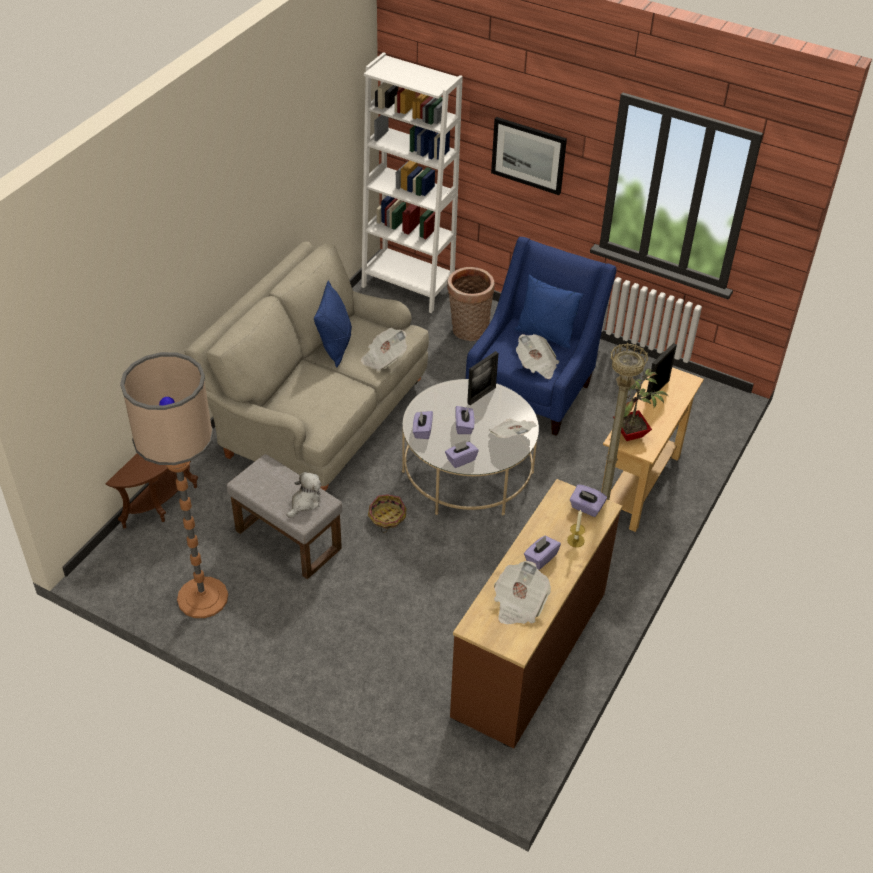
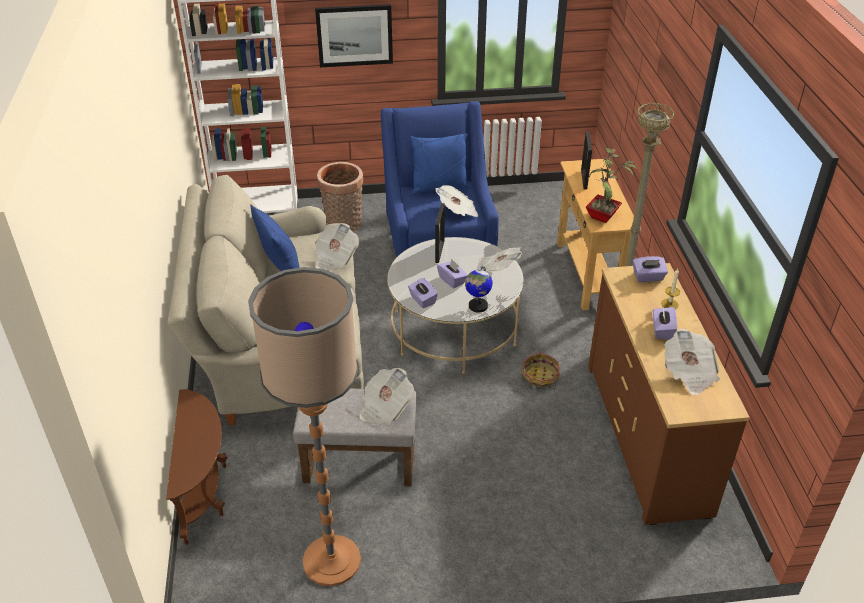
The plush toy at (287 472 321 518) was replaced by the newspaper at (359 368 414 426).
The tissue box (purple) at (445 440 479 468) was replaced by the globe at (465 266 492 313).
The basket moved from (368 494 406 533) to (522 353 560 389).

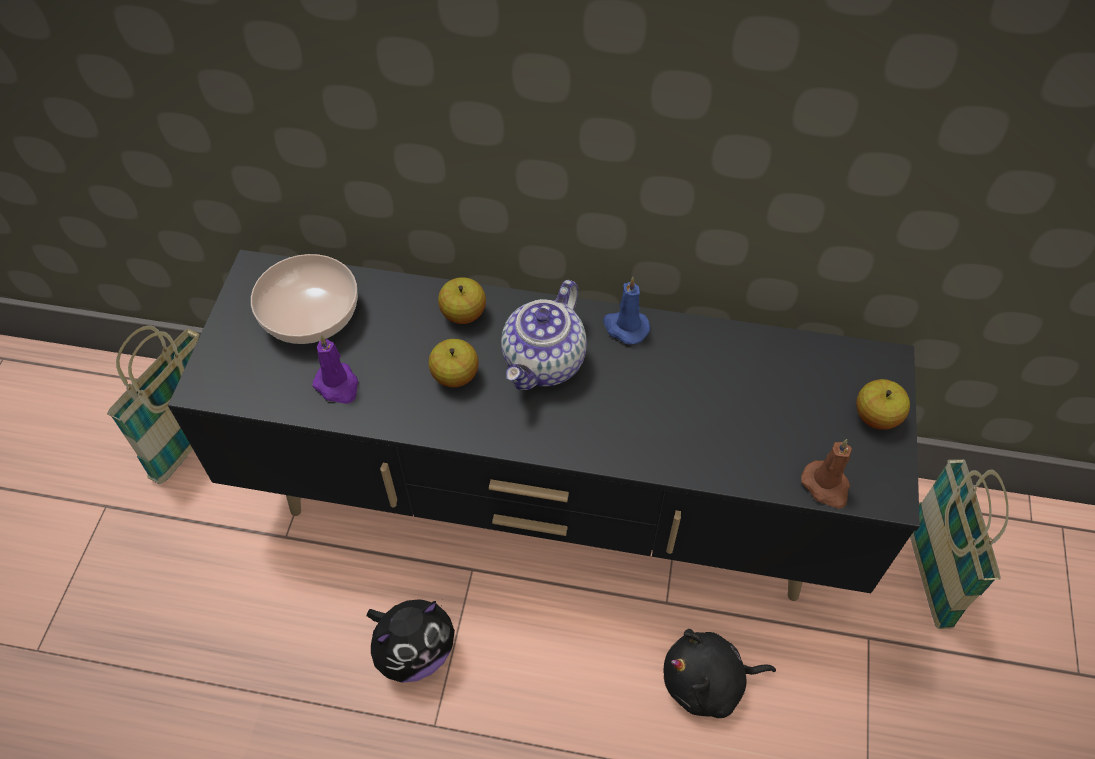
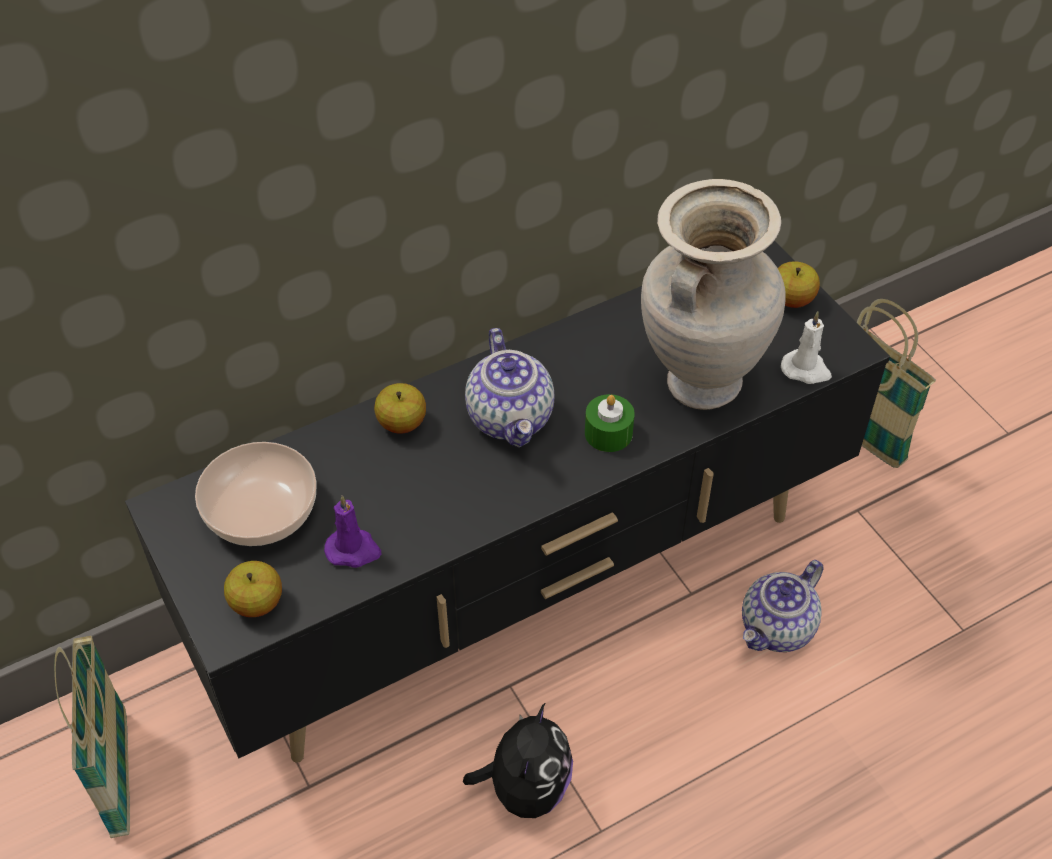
The apple moved from (429 339 478 387) to (224 561 282 617).
The candle (green) at (585 394 635 452) appeared.
The vase (beige) at (641 179 786 410) appeared.
The plush toy (black) at (664 629 776 718) was replaced by the teapot at (742 560 823 652).
The candle (brown) at (801 439 852 509) became the candle (white) at (781 312 832 384).
The candle (blue) at (603 277 650 344) disappeared.

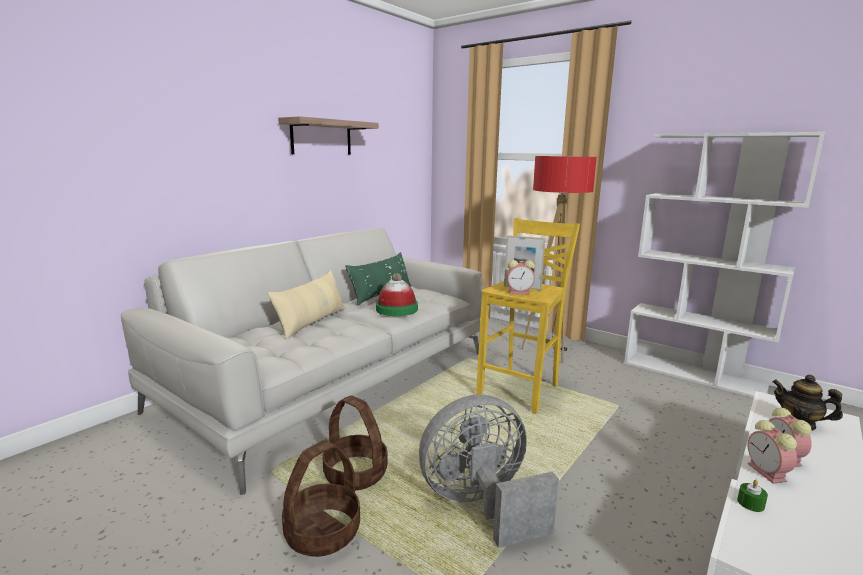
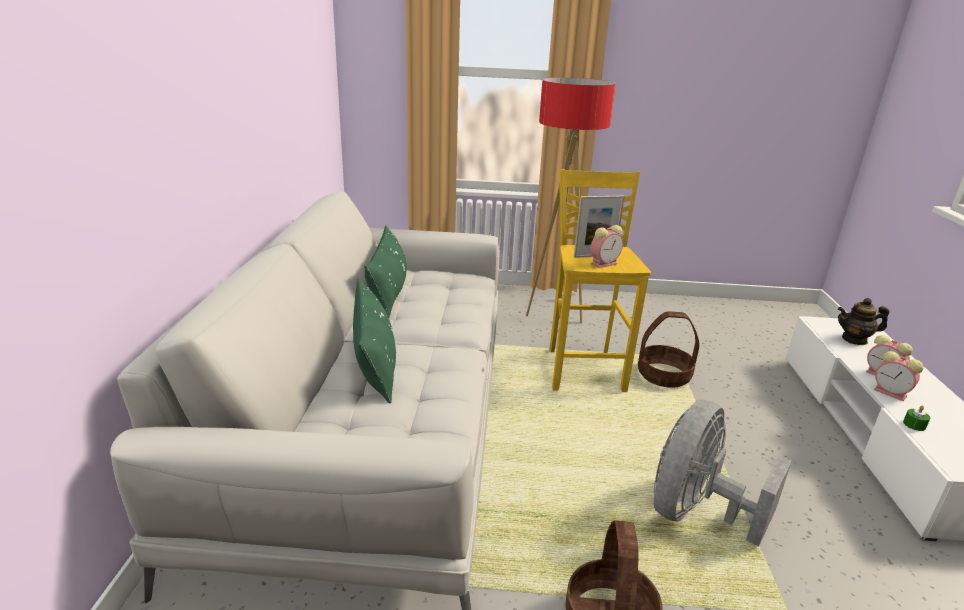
The pillow (beige) at (267 270 346 340) became the pillow (green) at (353 278 396 403).
The basket moved from (323 395 387 491) to (638 311 699 388).
The shelf at (278 116 379 155) disappeared.
The hat at (376 273 418 316) disappeared.
The bookcase (white) at (624 132 825 398) disappeared.

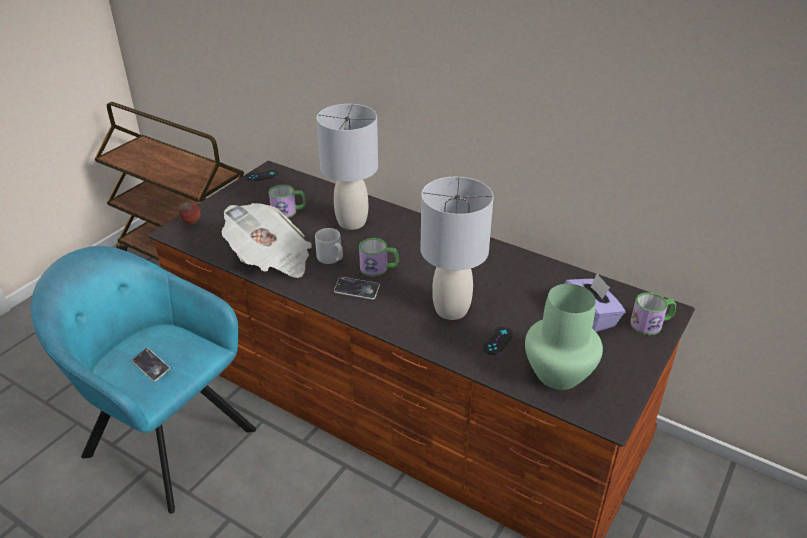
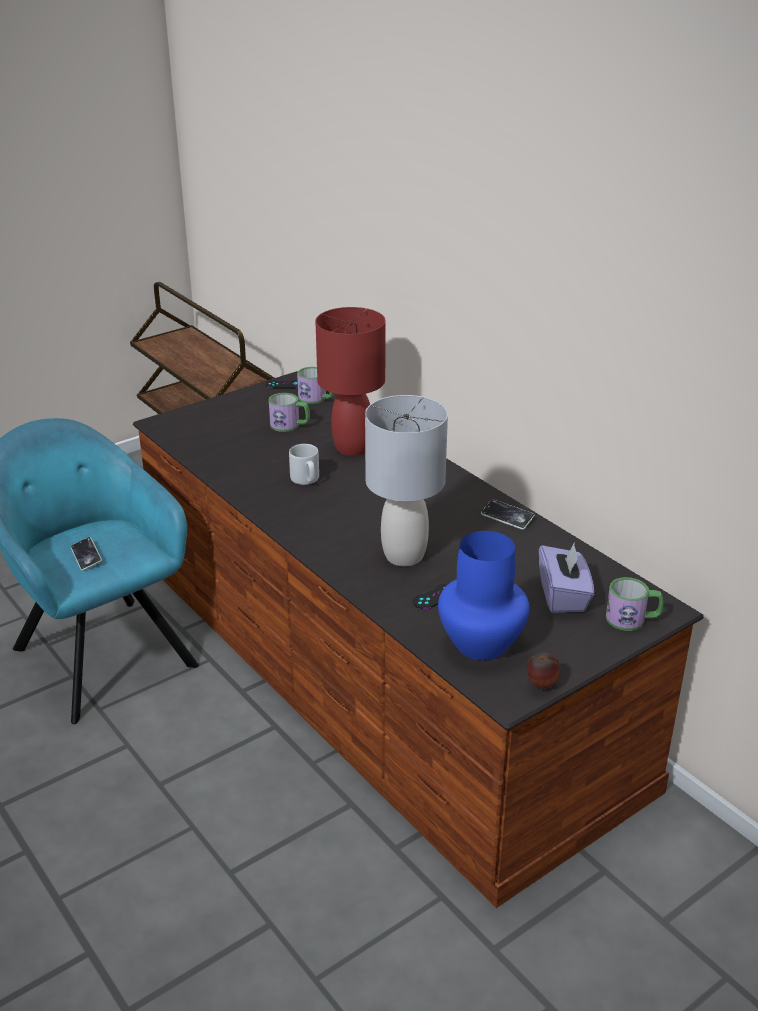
The mug moved from (359 238 399 276) to (297 367 334 404).
The table lamp (grey) at (316 104 378 230) became the table lamp (red) at (315 307 386 456).
The vase (green) at (525 284 603 390) became the vase (blue) at (438 531 530 660).
The phone moved from (334 277 380 300) to (481 499 535 530).
The apple moved from (179 201 201 224) to (527 652 561 689).
The newspaper at (221 203 312 278) disappeared.

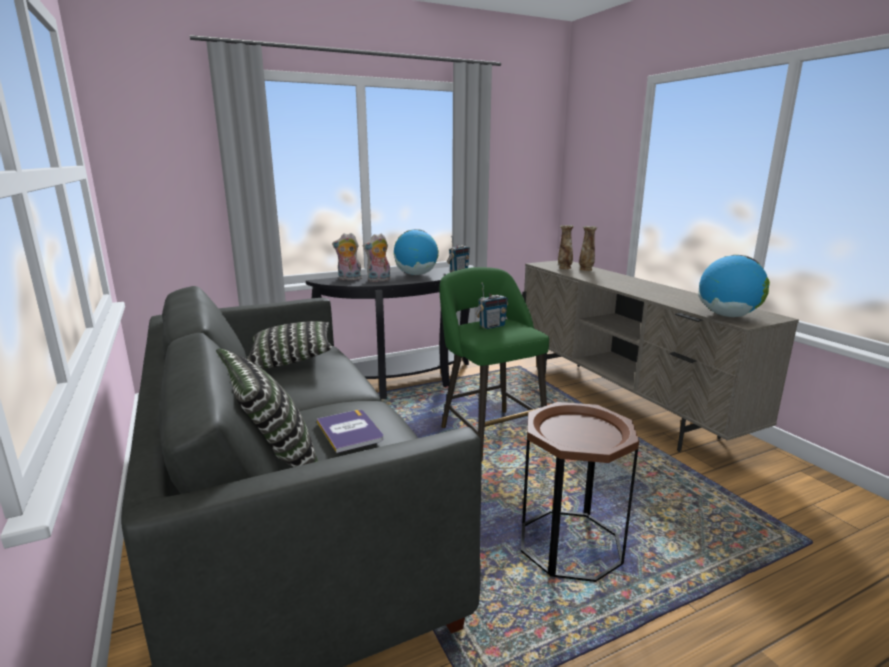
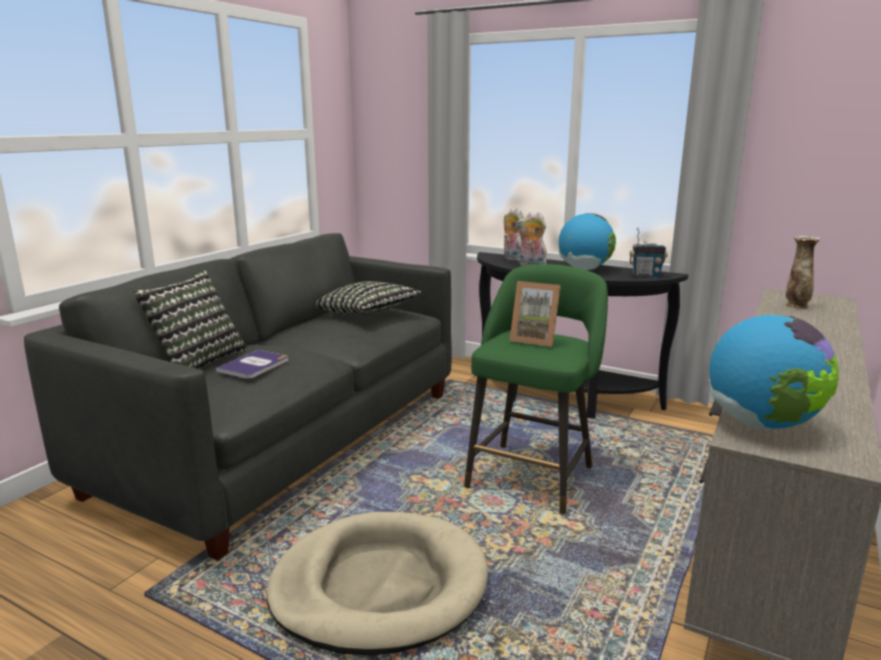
The side table (brown) at (521 402 639 582) was replaced by the dog bed (beige) at (267 512 488 655).
The radio at (476 282 508 329) was replaced by the picture frame at (509 281 561 347).
The vase at (579 226 597 271) disappeared.

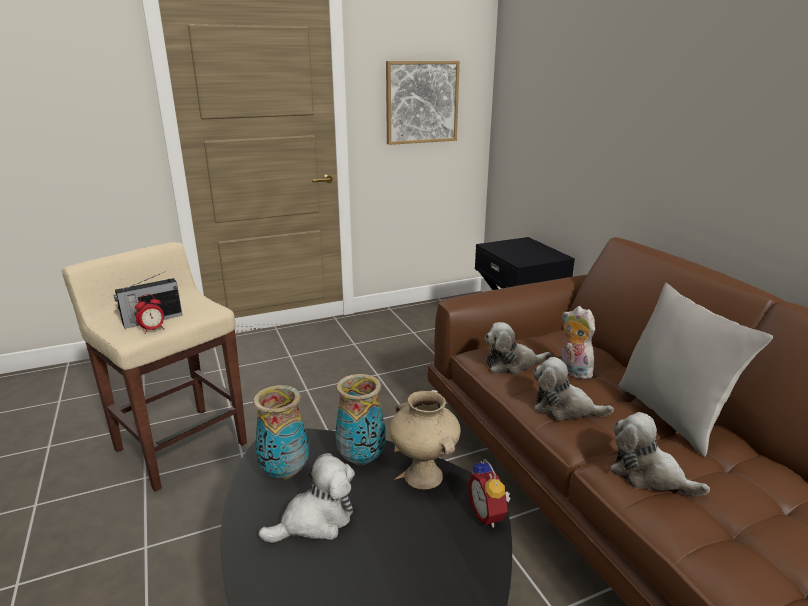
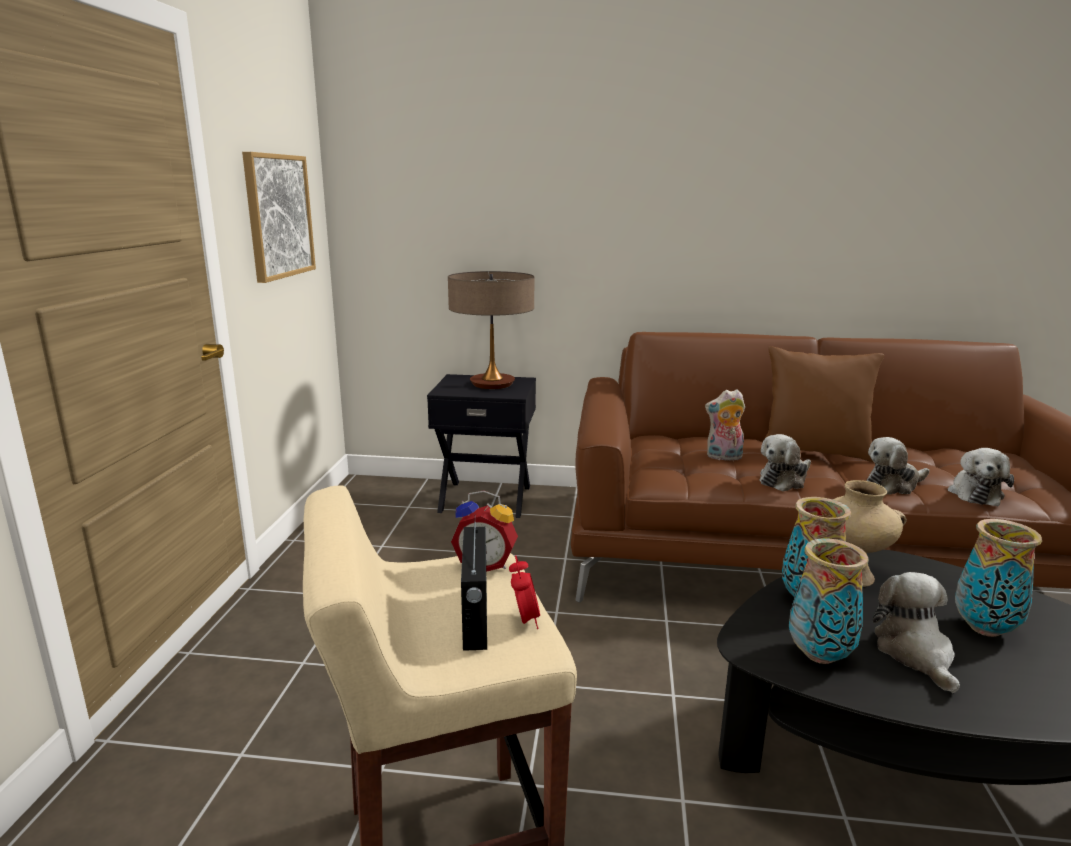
The table lamp at (448 271 534 389) appeared.
The alarm clock moved from (468 459 511 528) to (451 491 518 572).
The pillow (grey) at (618 283 773 457) became the pillow (brown) at (760 346 884 462).
The plush toy moved from (484 322 551 375) to (948 448 1014 506).
The vase at (955 519 1042 637) appeared.

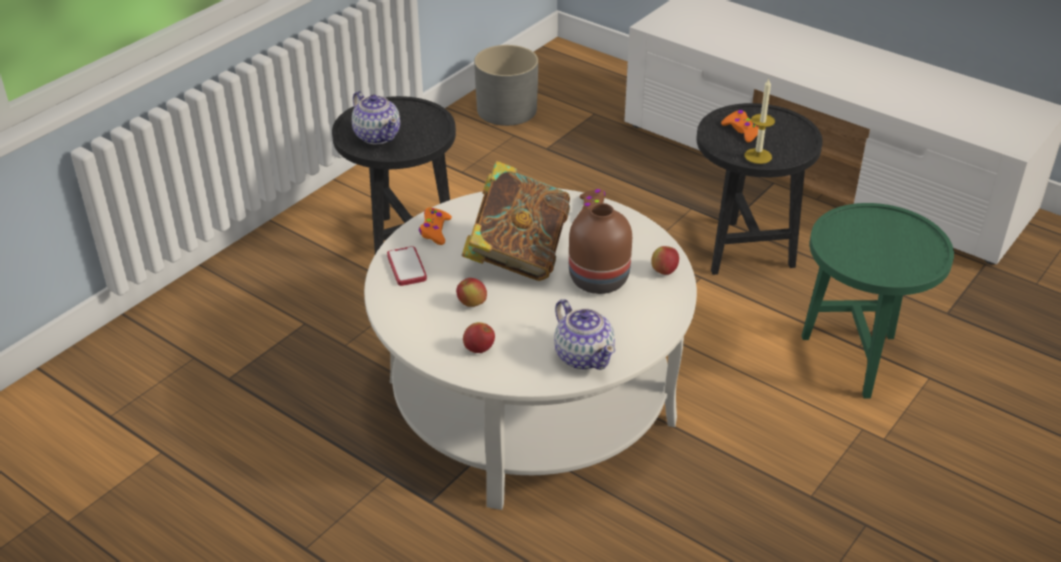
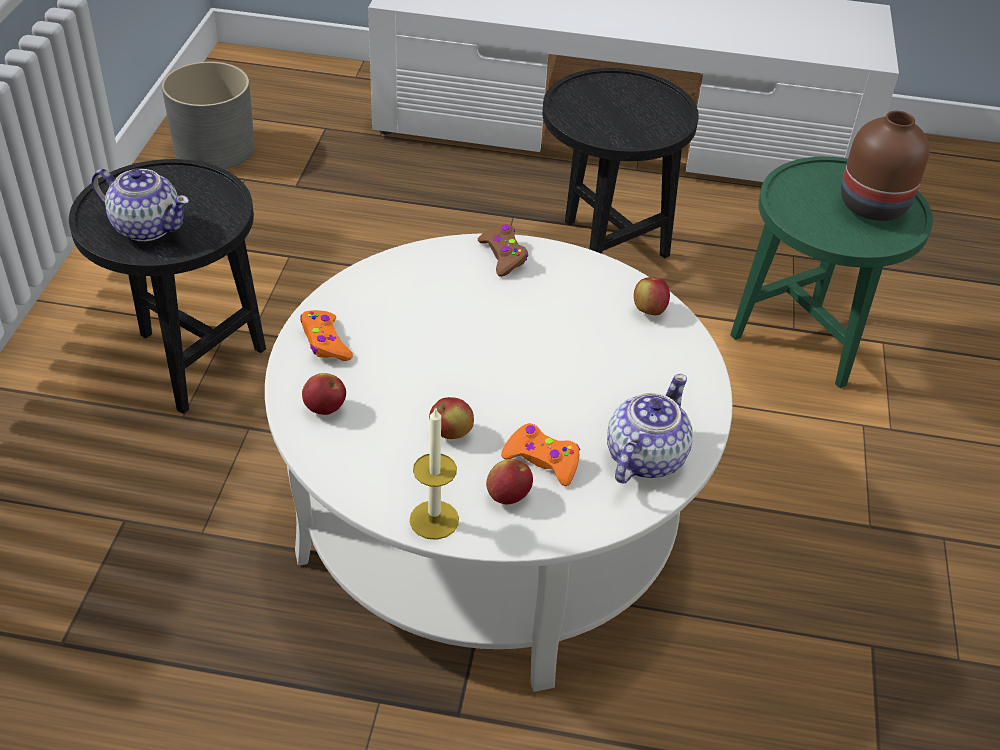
The phone at (387 246 427 286) was replaced by the apple at (302 373 346 415).
The candle moved from (745 79 775 164) to (410 407 459 540).
The game controller (orange) moved from (721 110 759 143) to (501 423 580 486).
The teapot at (554 299 615 370) turned 90 degrees counterclockwise.
The vase (brown) moved from (569 203 632 294) to (841 111 930 221).
The book at (461 161 570 281) disappeared.

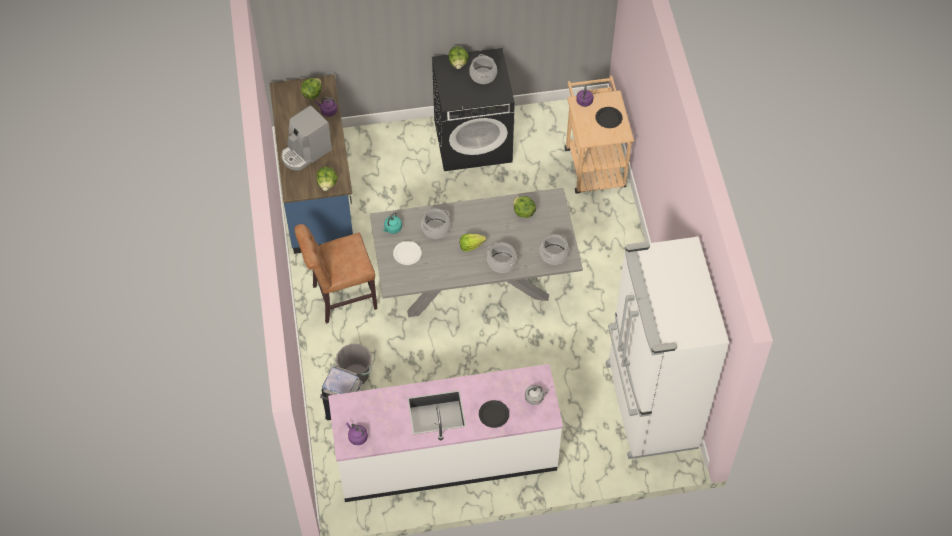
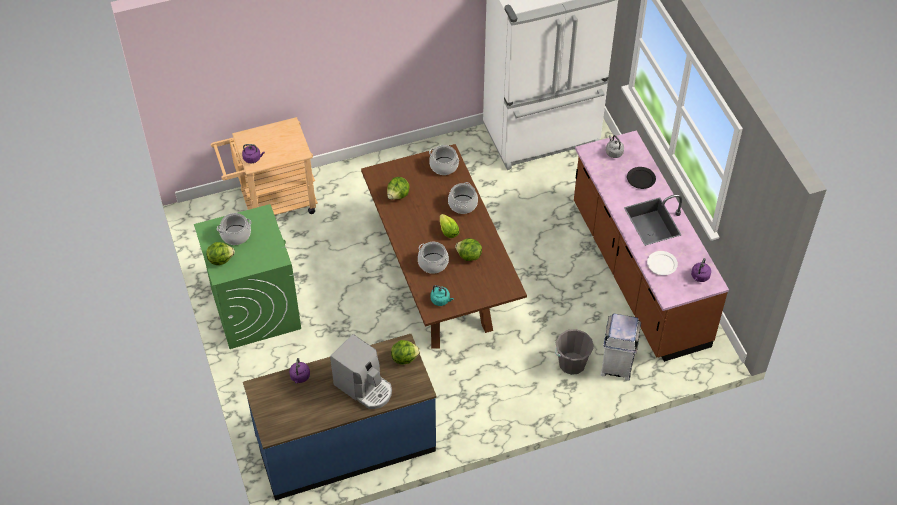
The washing machine (black) at (432 48 515 171) became the washing machine (green) at (194 204 301 349).
The dining table (grey) at (370 188 583 317) became the dining table (brown) at (361 144 527 349).
The lettuce moved from (301 78 322 99) to (455 238 482 261).
The counter (white) at (328 364 563 502) became the counter (brown) at (574 130 729 362).
The plate (white) moved from (393 241 422 265) to (647 251 678 275).
The chair (brown) at (294 224 378 323) disappeared.
The plate (black) at (595 107 623 128) disappeared.

